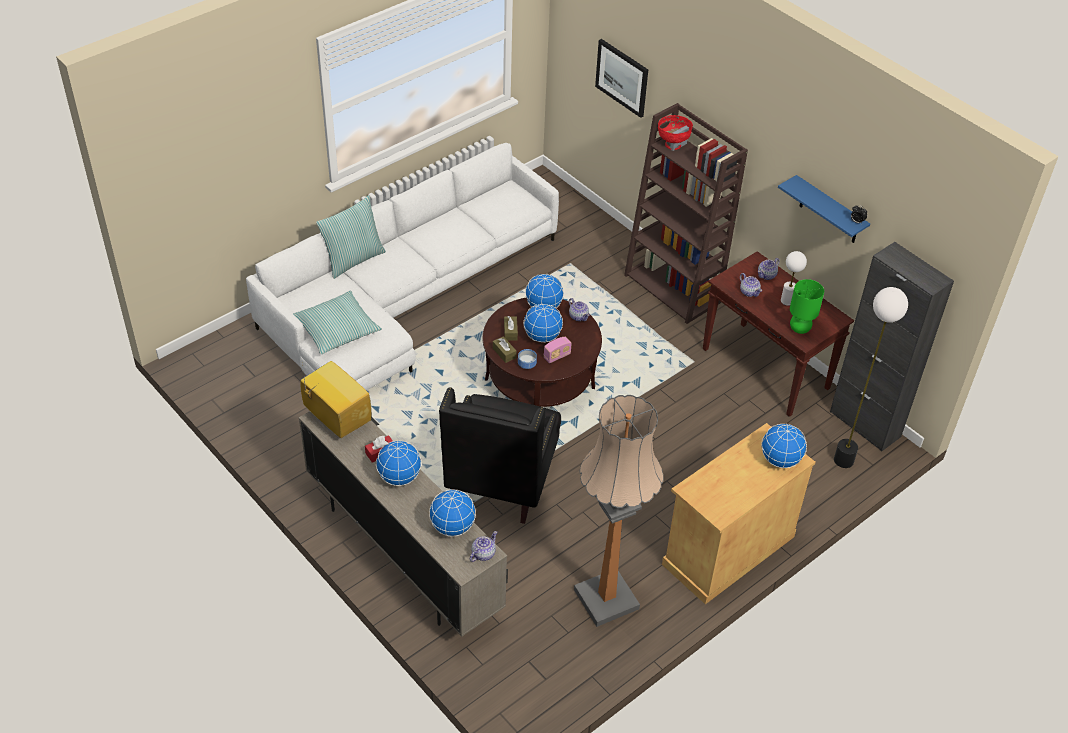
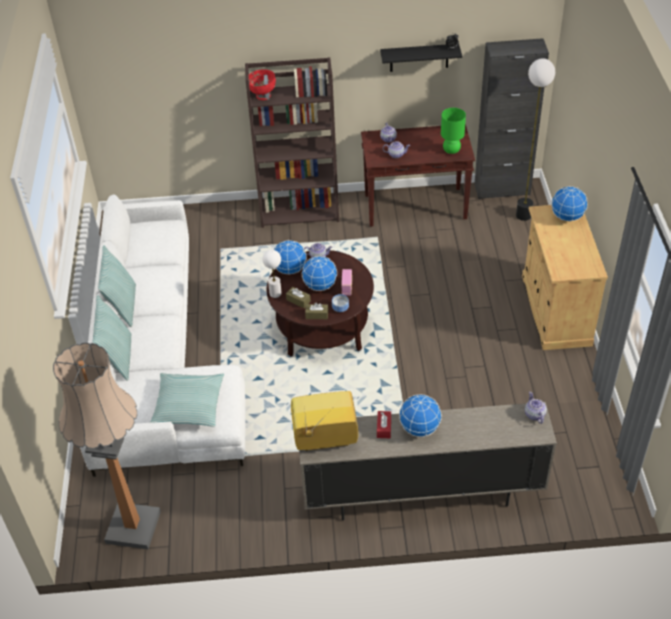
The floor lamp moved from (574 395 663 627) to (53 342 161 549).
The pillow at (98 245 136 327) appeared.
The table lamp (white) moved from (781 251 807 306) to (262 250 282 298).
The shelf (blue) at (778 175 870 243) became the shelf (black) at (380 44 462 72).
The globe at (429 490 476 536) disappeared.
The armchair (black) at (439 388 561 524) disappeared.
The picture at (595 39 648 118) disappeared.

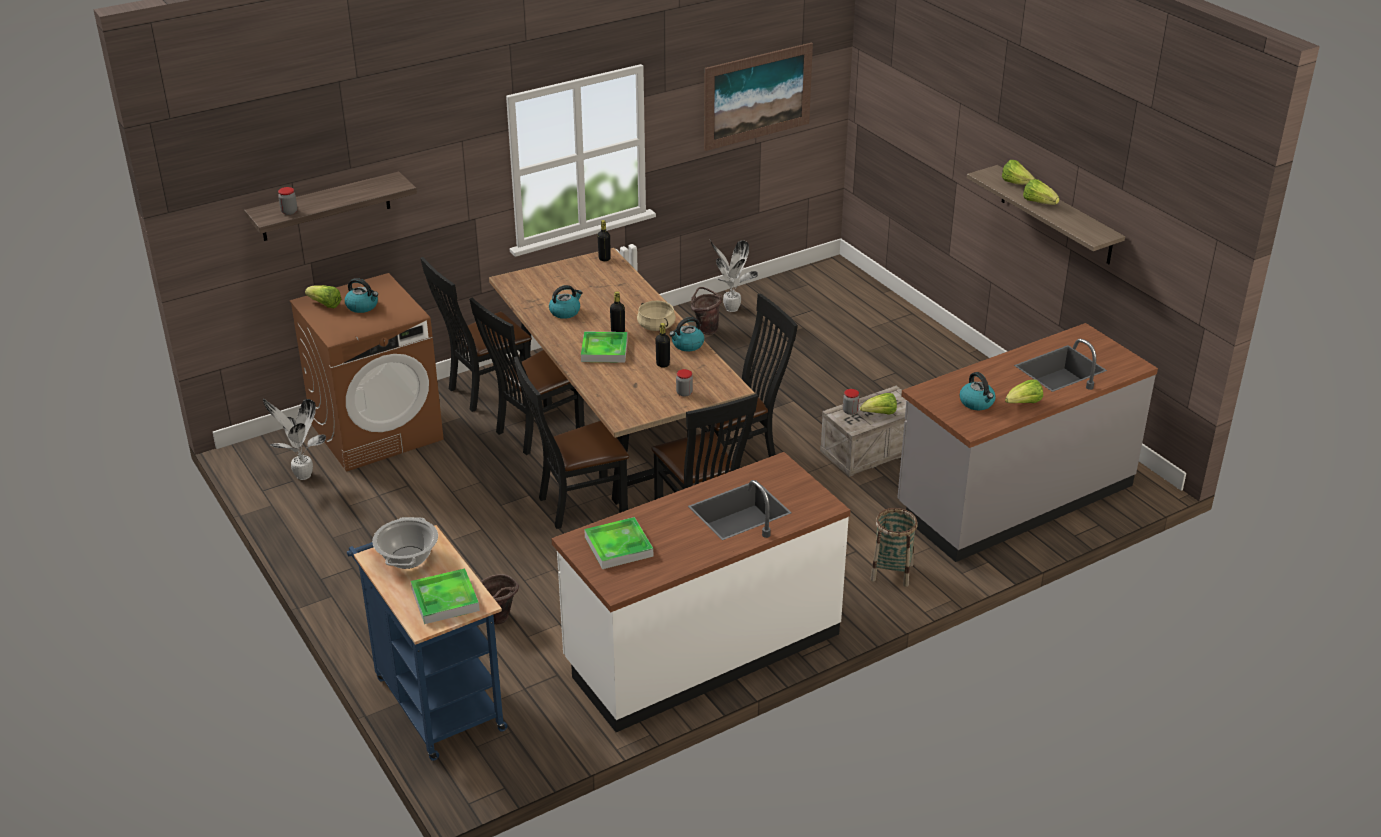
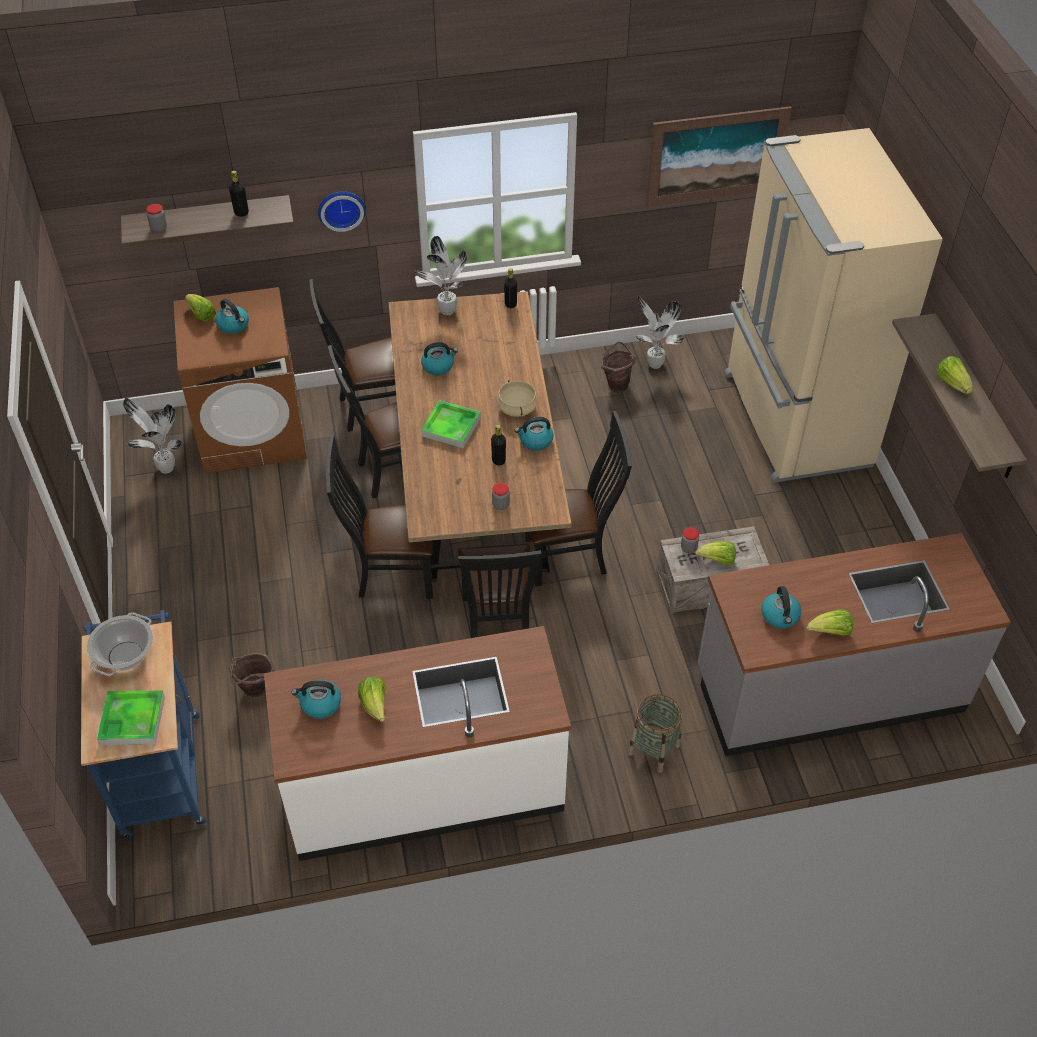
The bottle (black) moved from (610 292 625 332) to (229 171 249 217).
The tray at (584 517 653 569) was replaced by the kettle at (291 680 341 719).
The wall clock at (318 191 366 232) appeared.
The lettuce moved from (1002 160 1035 185) to (358 677 386 722).
The potted plant at (415 236 467 315) appeared.
The fridge (beige) at (724 128 943 483) appeared.

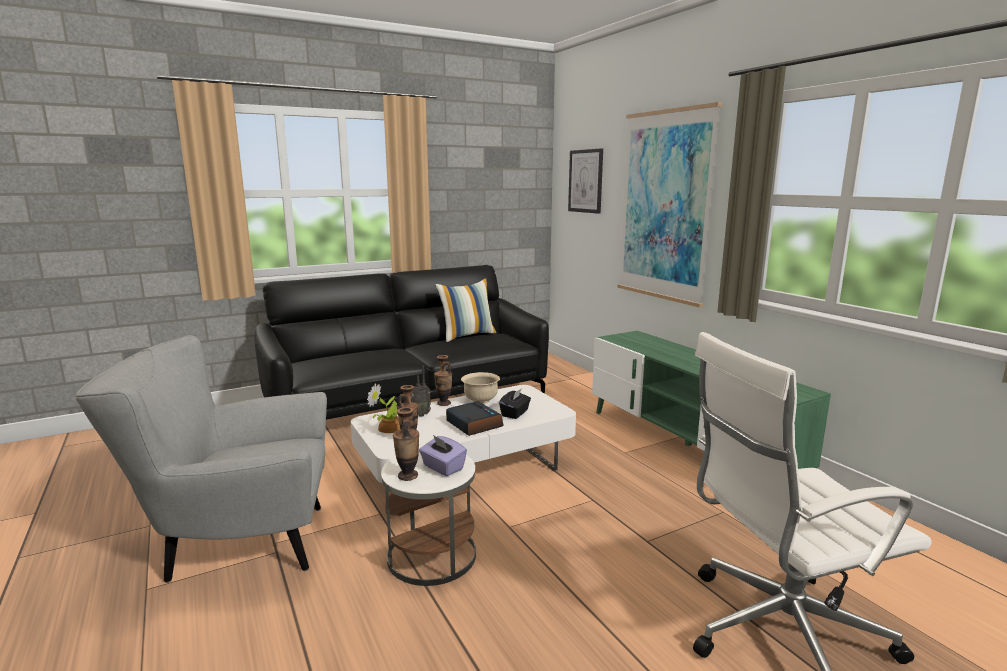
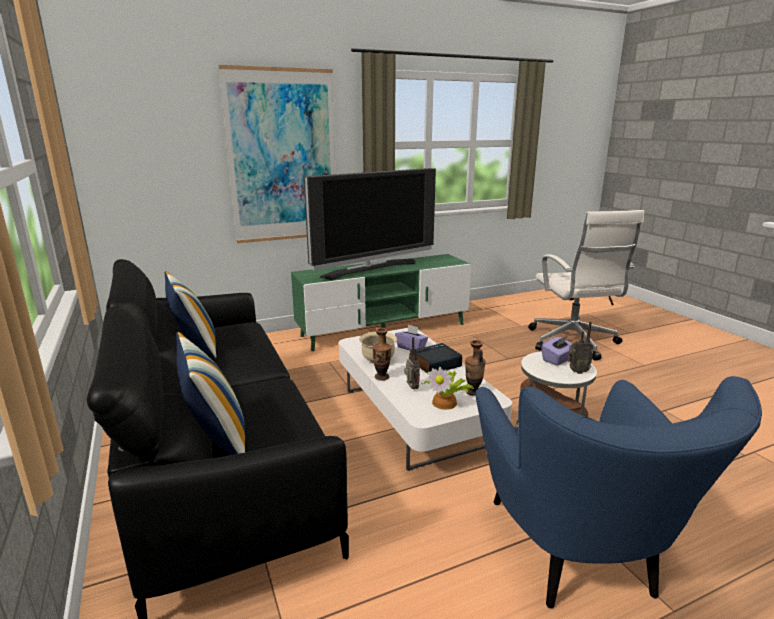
The pillow at (176 332 245 455) appeared.
The television at (304 168 436 280) appeared.
The tissue box (black) at (499 388 531 419) became the tissue box (purple) at (395 325 428 351).
The armchair (grey) at (76 335 327 583) became the armchair (blue) at (476 376 762 609).
The vase at (393 407 419 481) was replaced by the radio at (568 322 594 374).
The picture at (568 148 603 214) disappeared.

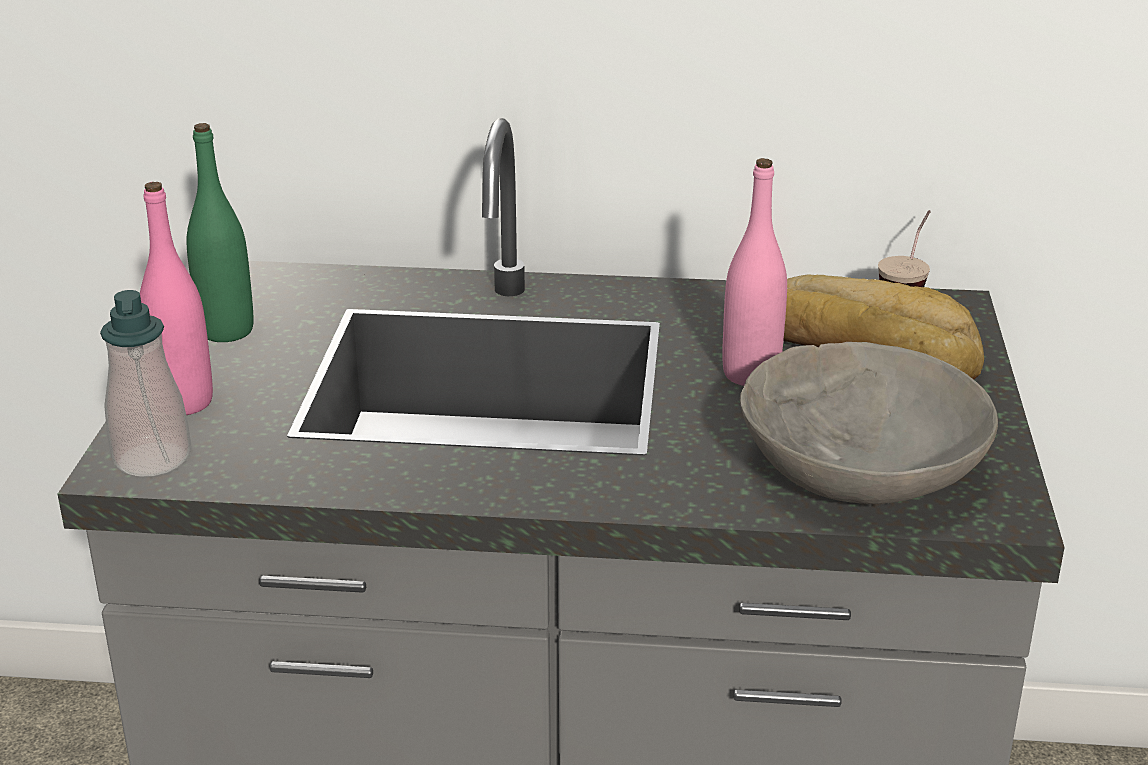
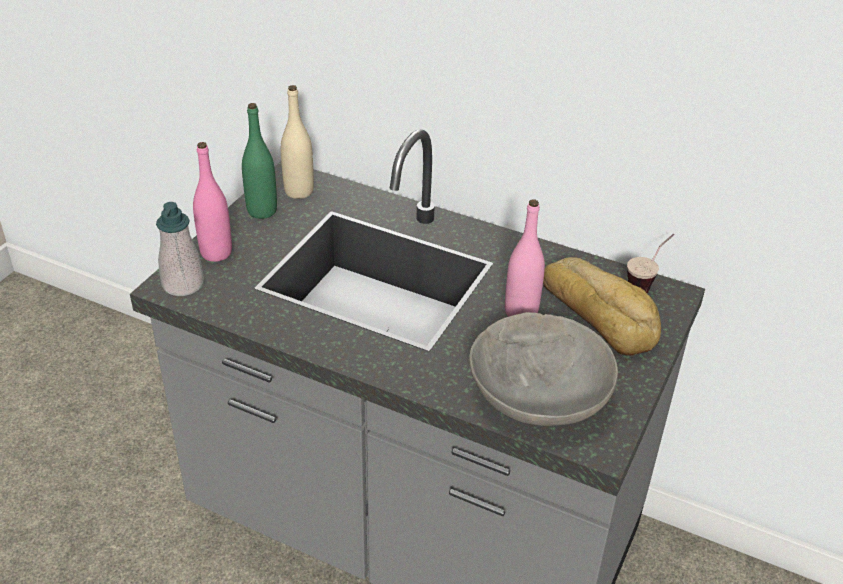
The bottle (beige) at (281 85 314 199) appeared.

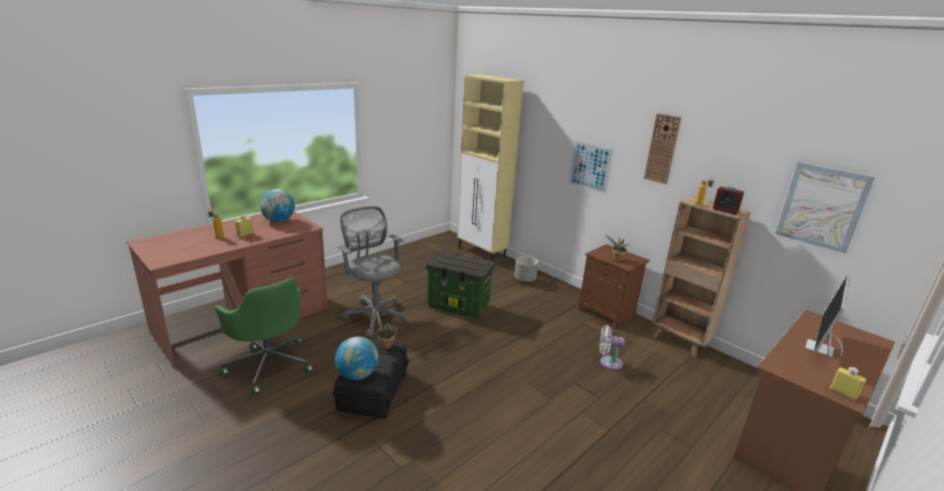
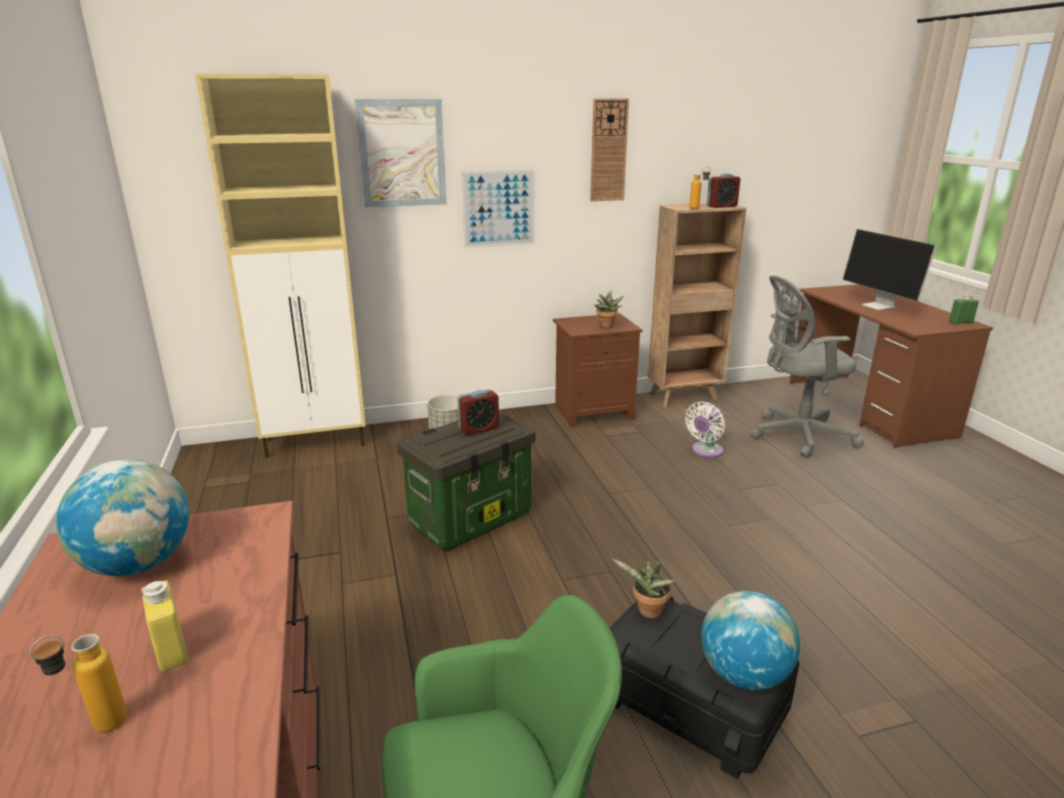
The picture moved from (775 162 875 254) to (355 99 446 208).
The alarm clock at (457 389 499 435) appeared.
The office chair (grey) moved from (337 206 407 337) to (750 275 864 458).
The bottle (yellow) at (830 367 866 401) became the bottle (green) at (949 293 979 325).

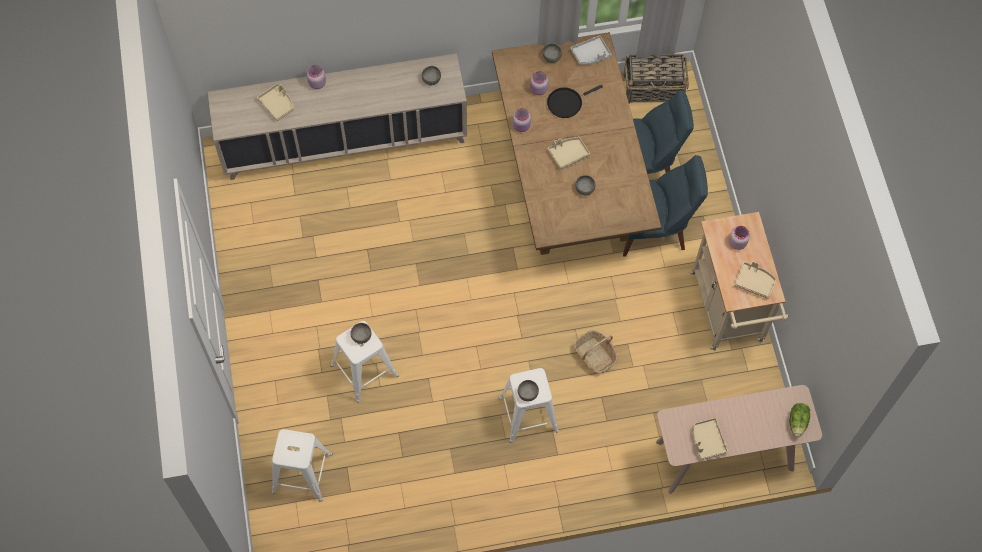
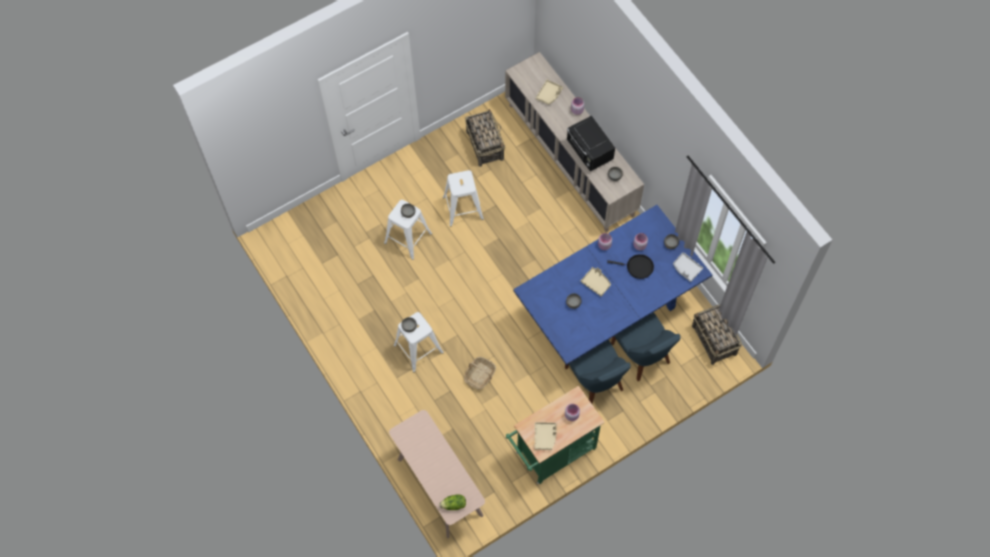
The stool (white) moved from (271 429 332 502) to (443 170 484 227).
The basket at (465 109 505 167) appeared.
The cart (beige) at (690 212 788 351) became the cart (green) at (506 386 605 484).
The dining table (brown) at (492 32 662 255) became the dining table (blue) at (513 205 712 365).
The microwave (black) at (567 116 615 171) appeared.
The frying pan (black) at (547 85 603 118) turned 150 degrees clockwise.
The tray (beige) at (693 418 728 460) disappeared.

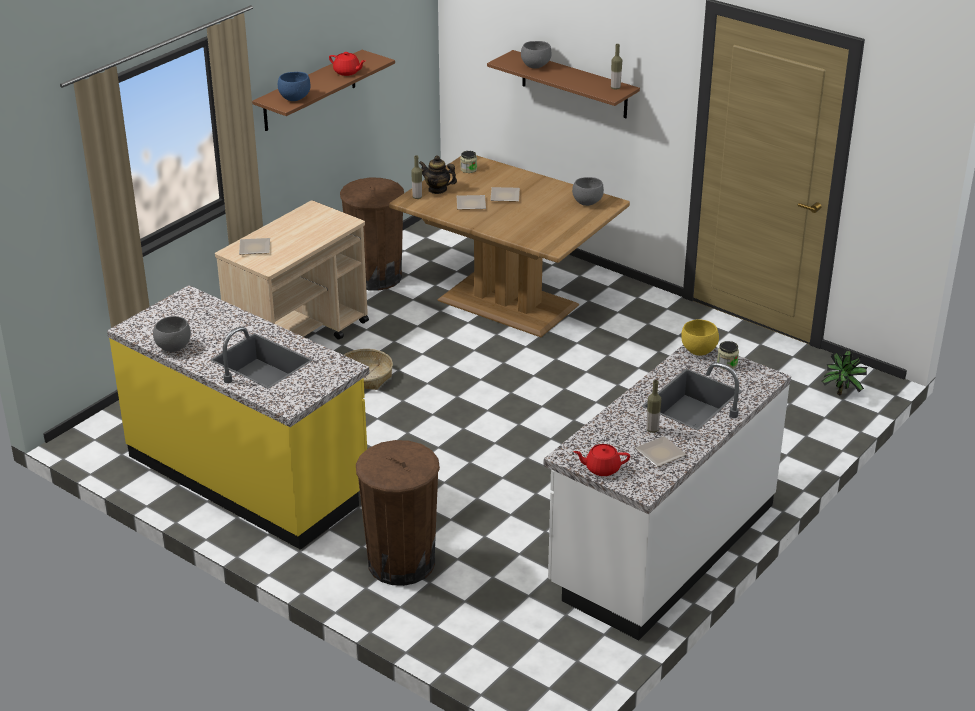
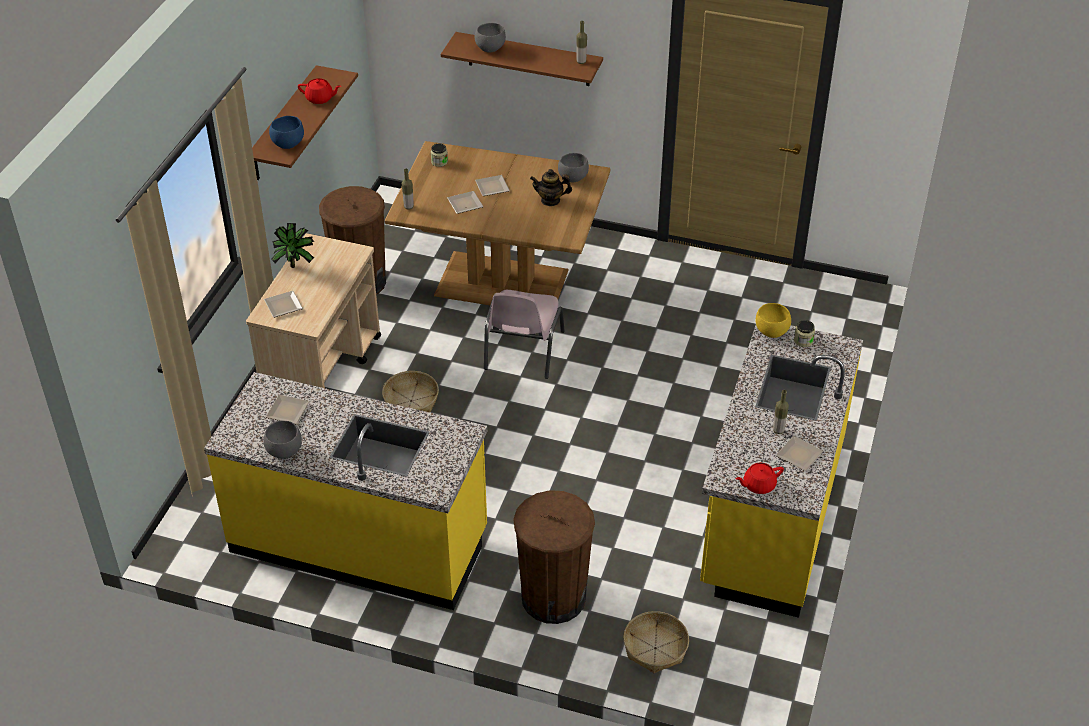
The plate at (266 395 310 424) appeared.
The potted plant moved from (821 350 868 395) to (271 223 314 268).
The chair (pink) at (484 290 565 379) appeared.
The teapot moved from (419 155 457 194) to (530 169 572 206).
The basket at (623 611 689 673) appeared.
The counter (white) at (544 345 791 640) became the counter (yellow) at (700 325 863 618).

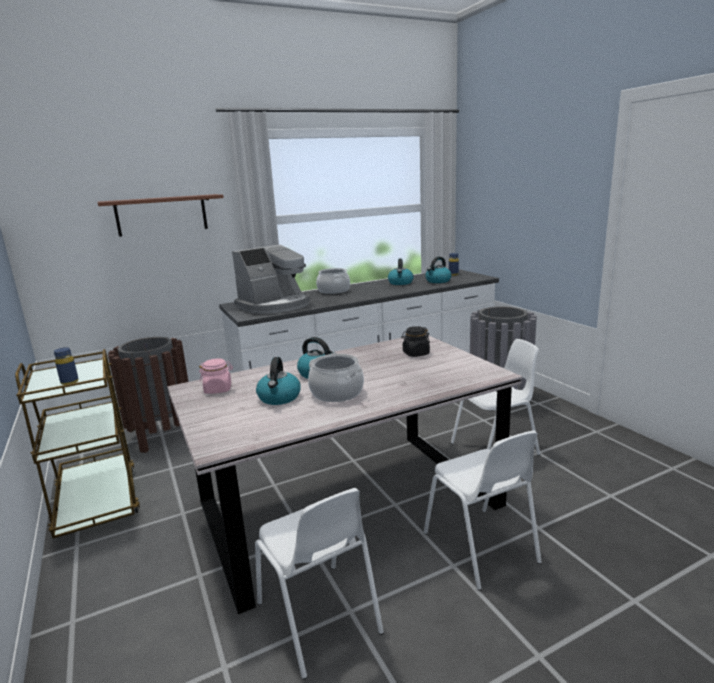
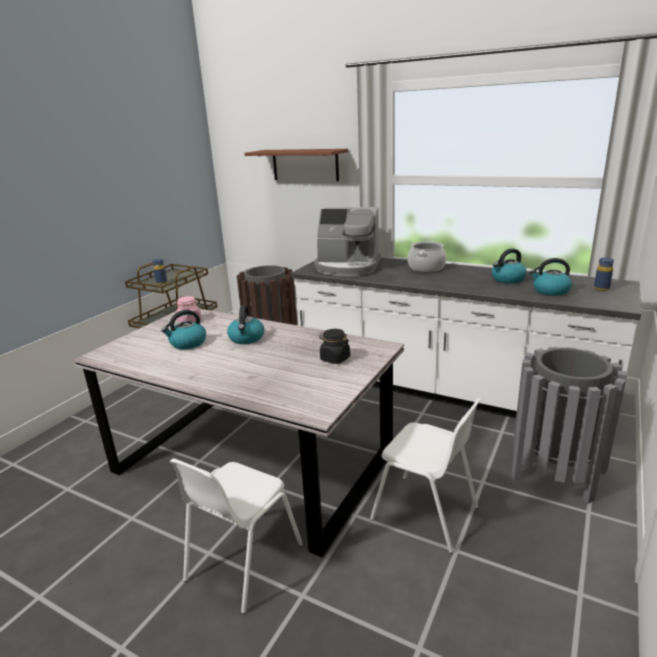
The chair (white) at (255 488 384 679) disappeared.
The cooking pot at (308 354 364 402) disappeared.

